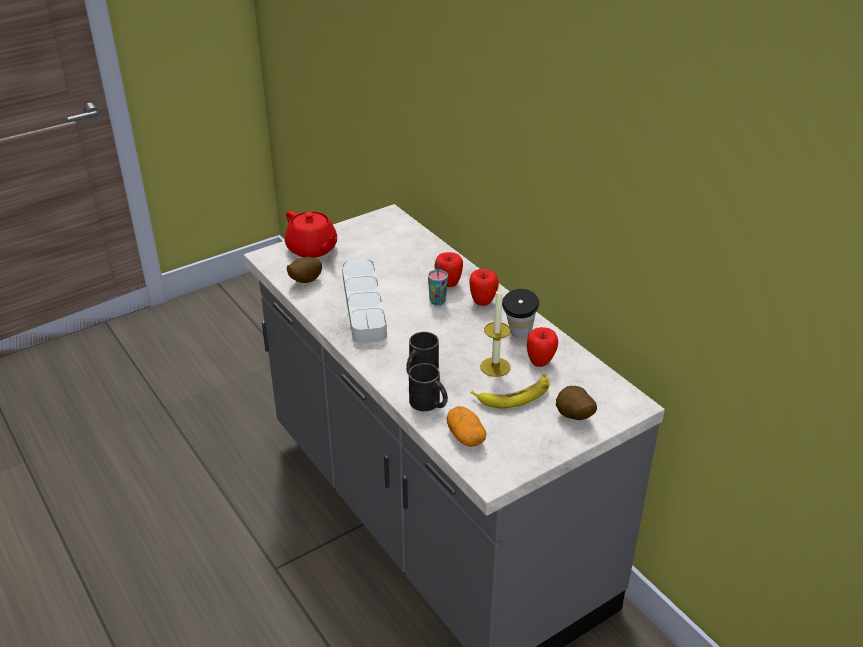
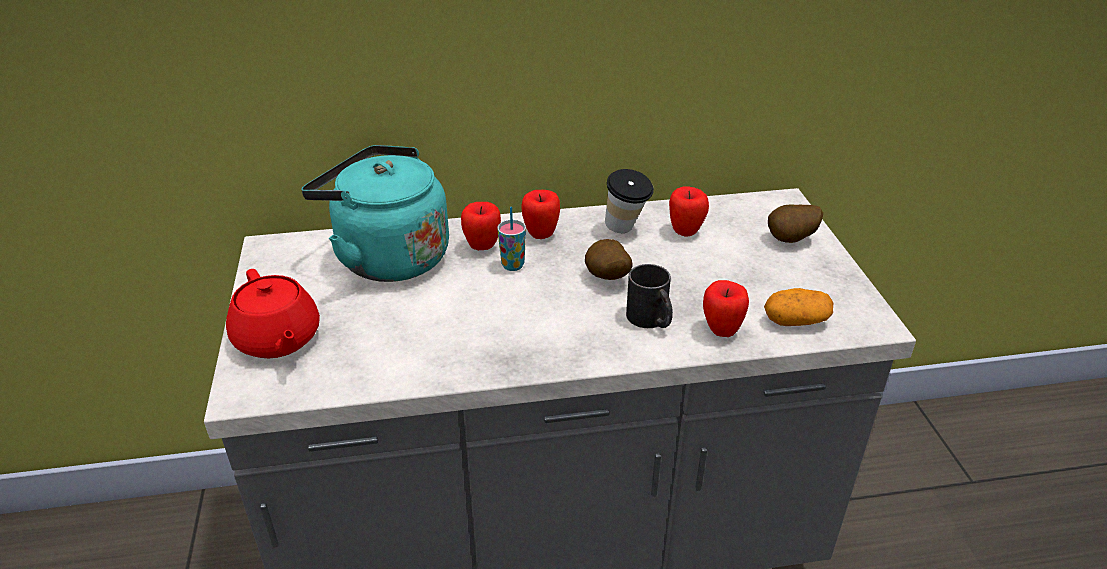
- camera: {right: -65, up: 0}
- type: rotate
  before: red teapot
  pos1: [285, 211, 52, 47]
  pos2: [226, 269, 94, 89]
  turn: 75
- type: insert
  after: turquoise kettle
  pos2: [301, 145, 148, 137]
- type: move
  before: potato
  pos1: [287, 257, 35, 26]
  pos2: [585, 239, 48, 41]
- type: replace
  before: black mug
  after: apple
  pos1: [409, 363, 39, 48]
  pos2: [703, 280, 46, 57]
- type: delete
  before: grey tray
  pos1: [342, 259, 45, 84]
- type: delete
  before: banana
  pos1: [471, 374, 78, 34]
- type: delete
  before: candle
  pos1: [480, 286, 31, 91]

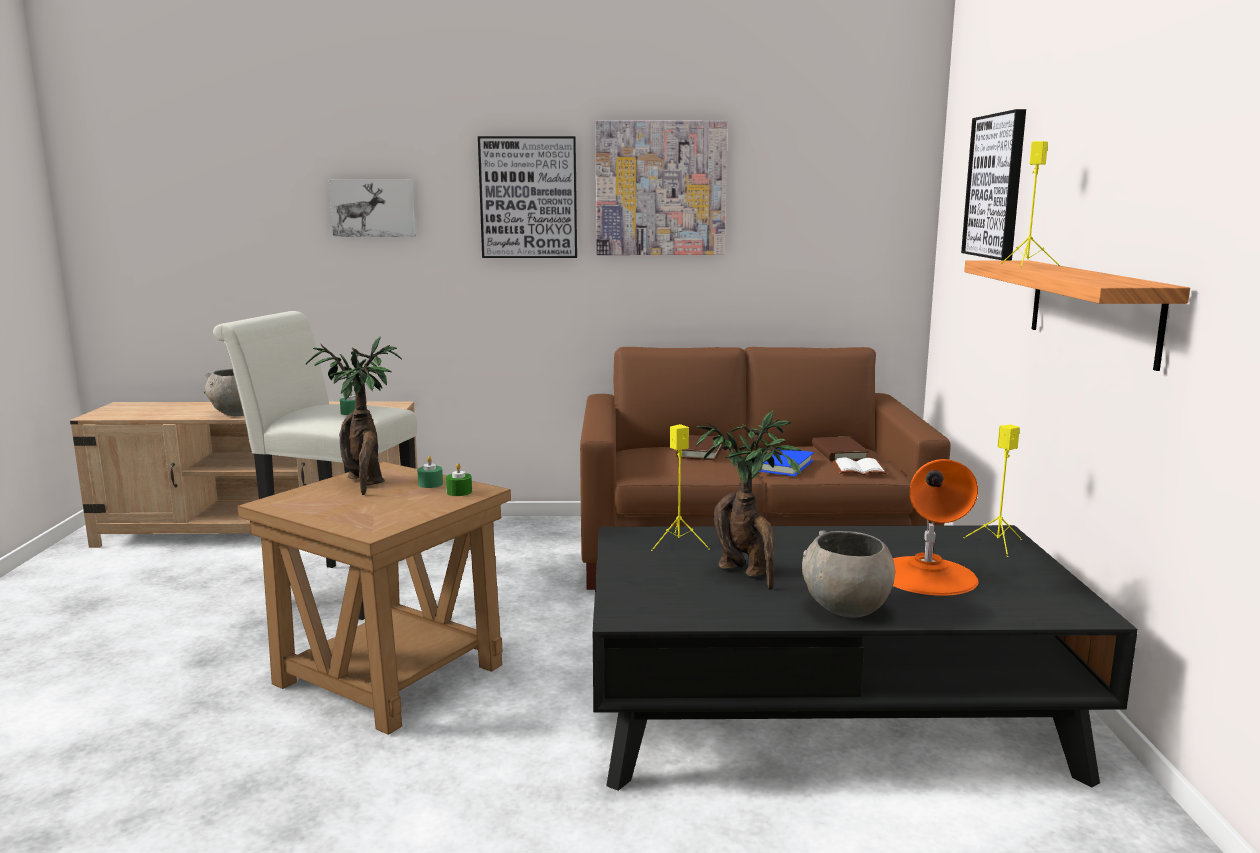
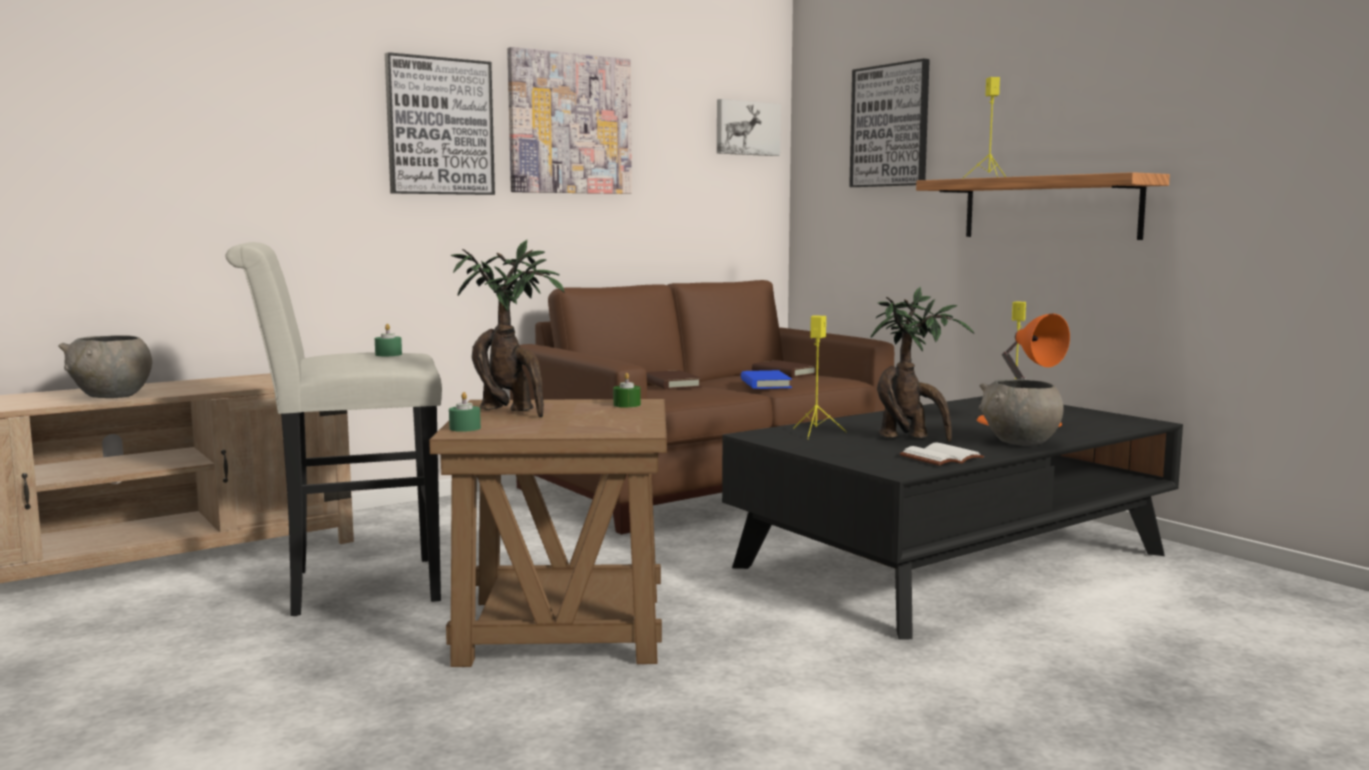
- camera: {right: -35, up: -5}
- type: move
  before: green candle
  pos1: [417, 456, 26, 32]
  pos2: [449, 392, 32, 40]
- type: move
  before: picture
  pos1: [329, 180, 87, 57]
  pos2: [717, 99, 64, 57]
- type: move
  before: white book
  pos1: [833, 457, 54, 18]
  pos2: [899, 442, 85, 24]

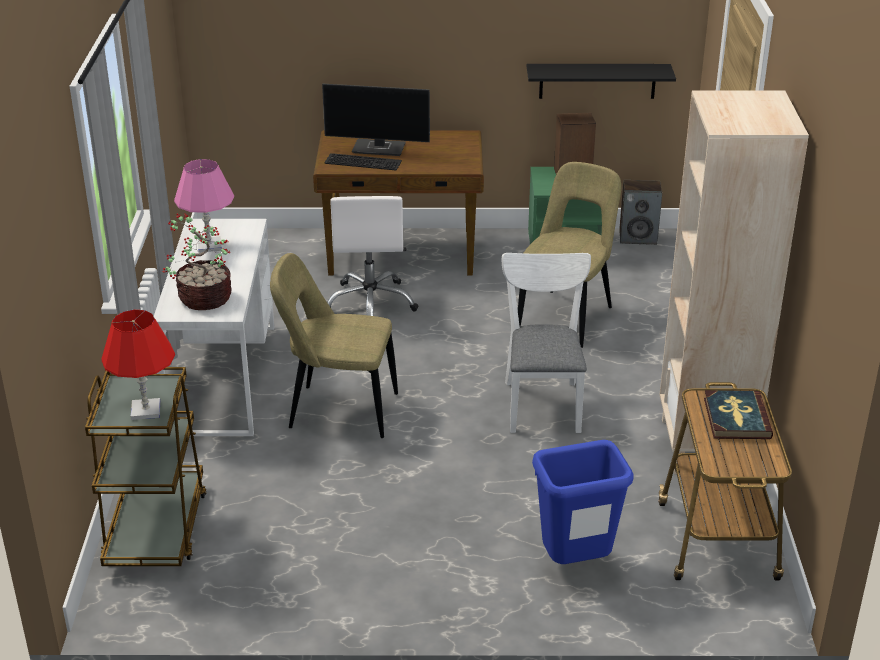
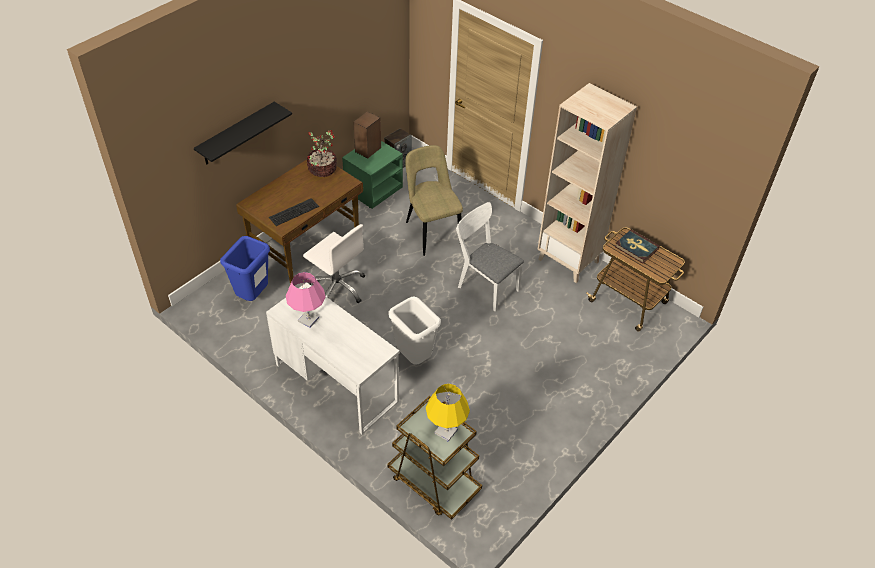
- camera: {right: -50, up: 15}
- type: move
  before: black shelf
  pos1: [527, 64, 149, 35]
  pos2: [194, 102, 98, 63]
- type: move
  before: blue trash can
  pos1: [532, 440, 102, 124]
  pos2: [220, 236, 50, 65]
- type: move
  before: potted plant
  pos1: [162, 213, 70, 97]
  pos2: [307, 130, 30, 47]
- type: replace
  before: beige chair
  after: white trash can
  pos1: [270, 253, 128, 185]
  pos2: [389, 297, 52, 68]
- type: recolor
  before: red table lamp
  after: yellow table lamp
  pos1: [101, 310, 74, 110]
  pos2: [426, 384, 44, 58]
- type: delete
  before: monitor
  pos1: [322, 84, 108, 72]

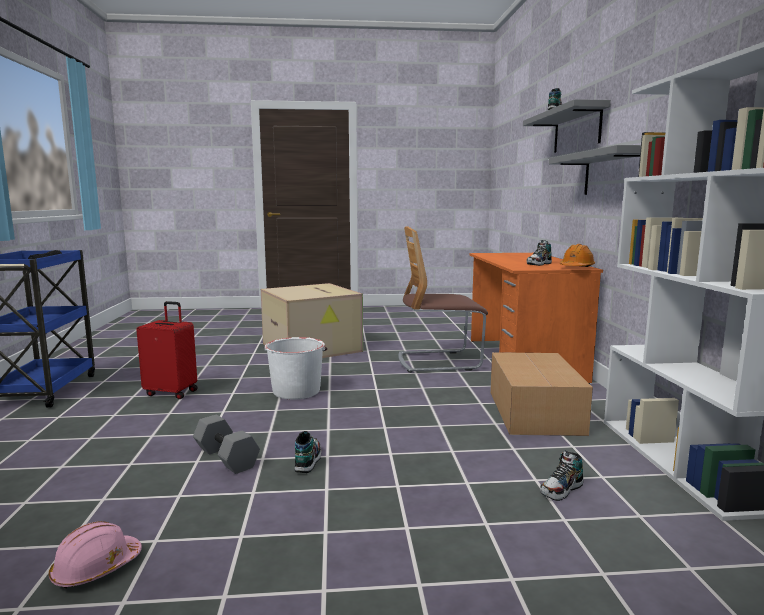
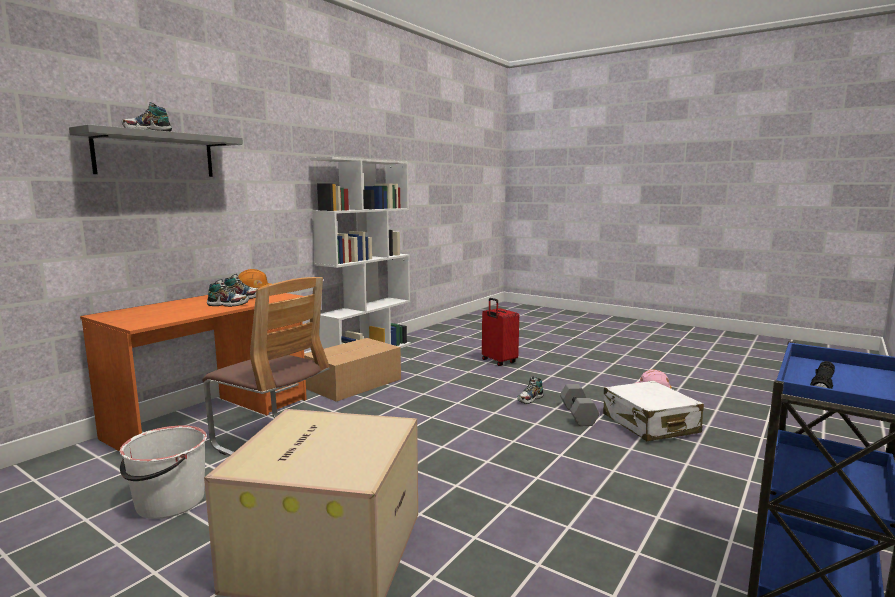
- camera: {right: -140, up: 0}
- type: move
  before: white bucket
  pos1: [264, 337, 63, 63]
  pos2: [120, 425, 87, 94]
- type: move
  before: shoe
  pos1: [540, 450, 43, 51]
  pos2: [207, 279, 42, 28]
- type: move
  before: red suitcase
  pos1: [136, 301, 62, 98]
  pos2: [482, 298, 37, 68]
- type: insert
  after: white suitcase
  pos2: [603, 381, 101, 60]
- type: delete
  before: grey shelf
  pos1: [549, 145, 92, 50]

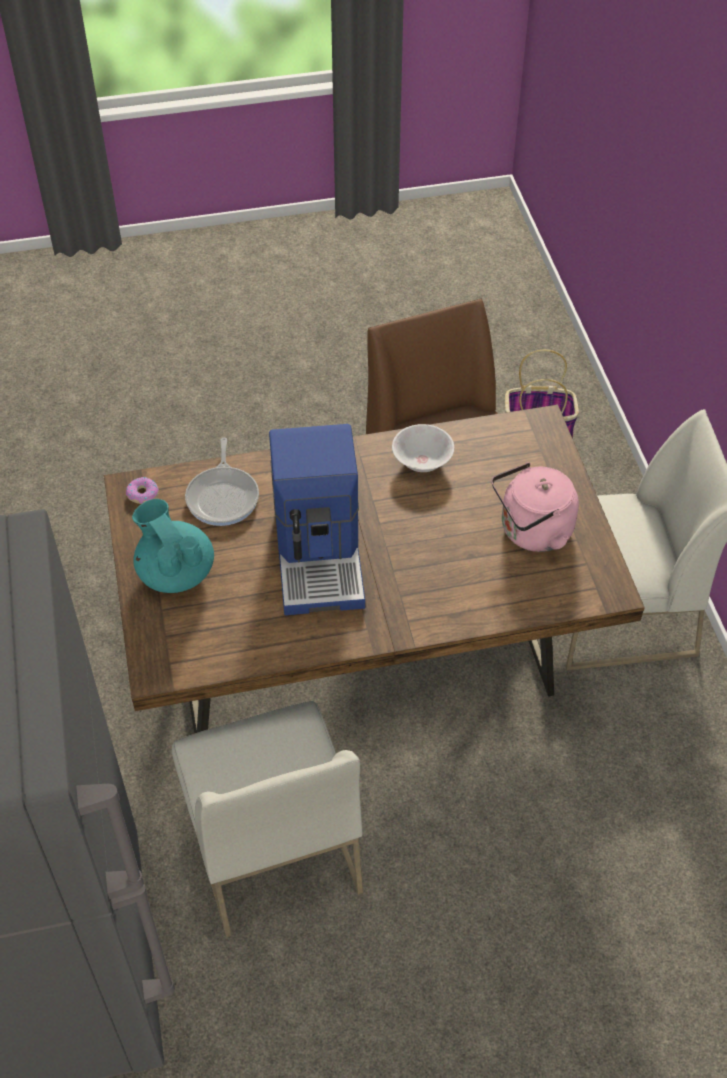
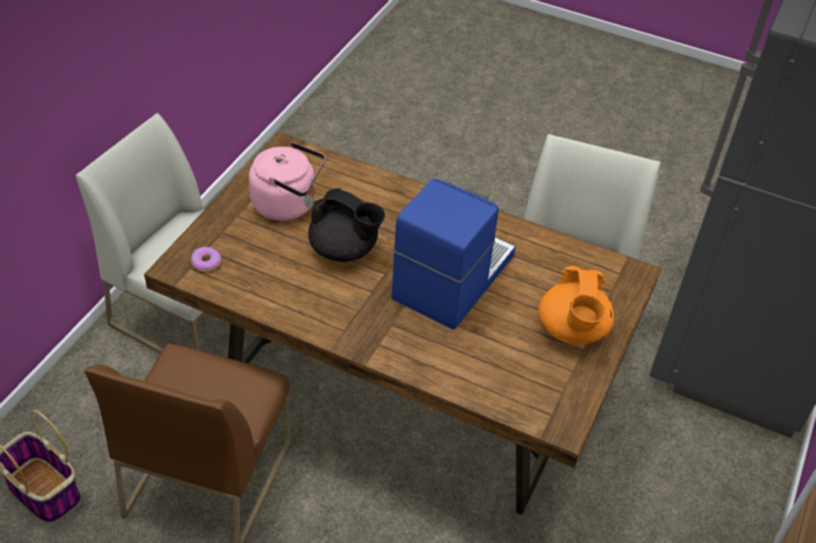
- camera: {right: -145, up: -5}
- type: move
  before: donut
  pos1: [126, 477, 33, 27]
  pos2: [191, 247, 30, 25]
- type: insert
  after: black teapot
  pos2: [308, 188, 77, 74]
- type: recolor
  before: turquoise teapot
  after: orange teapot
  pos1: [132, 499, 82, 94]
  pos2: [538, 266, 76, 79]
- type: delete
  before: frying pan
  pos1: [185, 438, 74, 88]
- type: delete
  before: white bowl
  pos1: [392, 424, 62, 48]

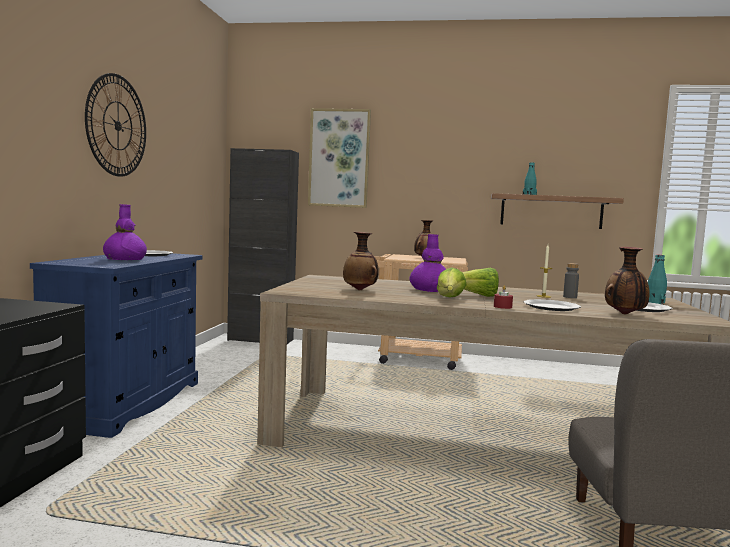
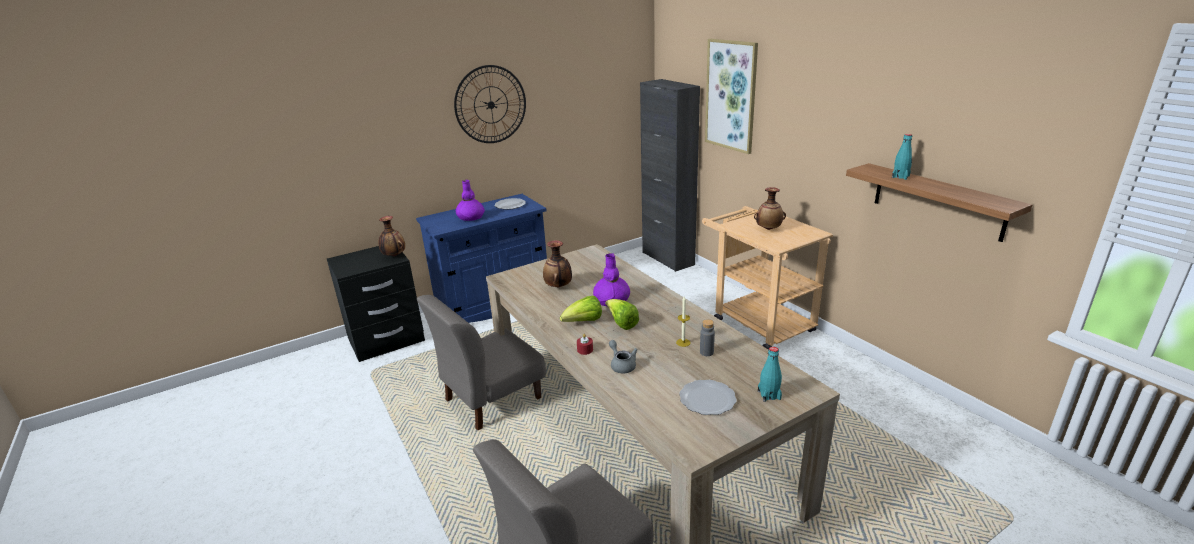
- camera: {right: 50, up: 20}
- type: move
  before: vase
  pos1: [605, 247, 45, 67]
  pos2: [379, 216, 26, 40]
- type: insert
  after: grey chair
  pos2: [417, 295, 129, 135]
- type: replace
  before: plate
  after: grey teapot
  pos1: [523, 299, 58, 12]
  pos2: [609, 340, 29, 33]

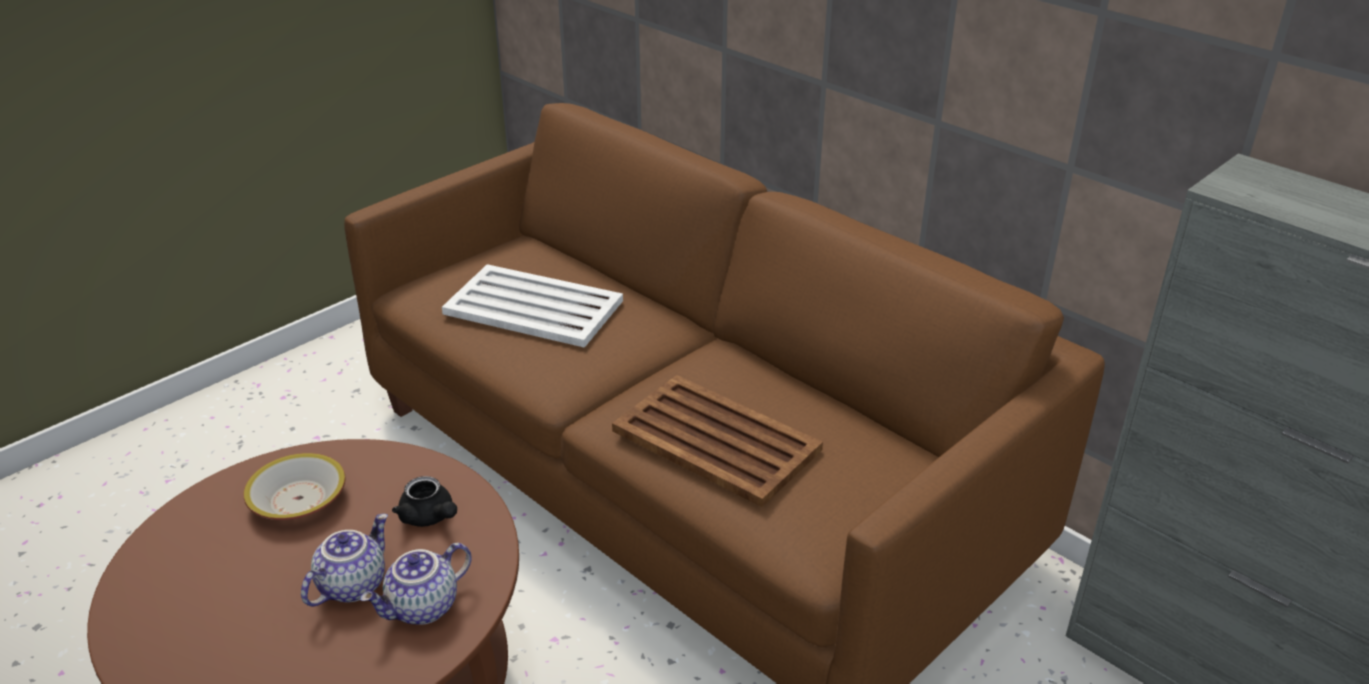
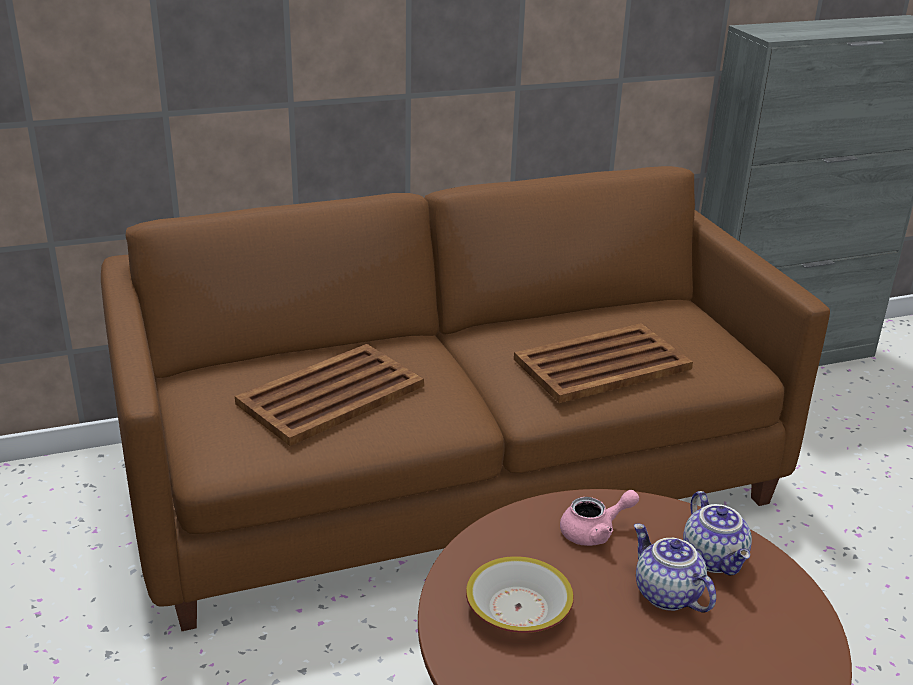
- camera: {right: -65, up: -5}
- type: recolor
  before: white tray
  after: brown tray
  pos1: [442, 264, 181, 84]
  pos2: [235, 344, 189, 102]
- type: recolor
  before: black teapot
  after: pink teapot
  pos1: [392, 476, 65, 51]
  pos2: [560, 490, 79, 56]

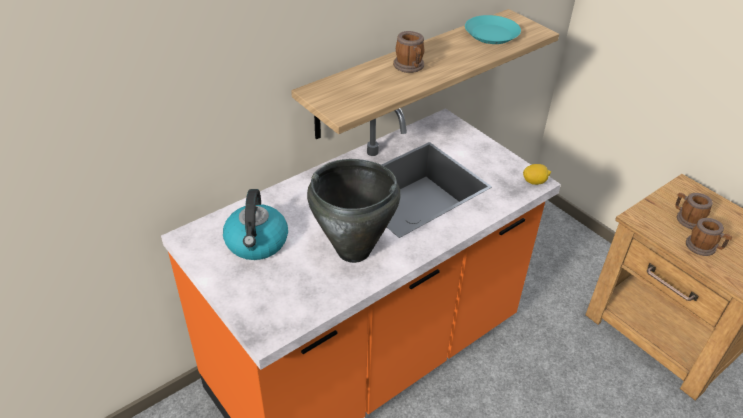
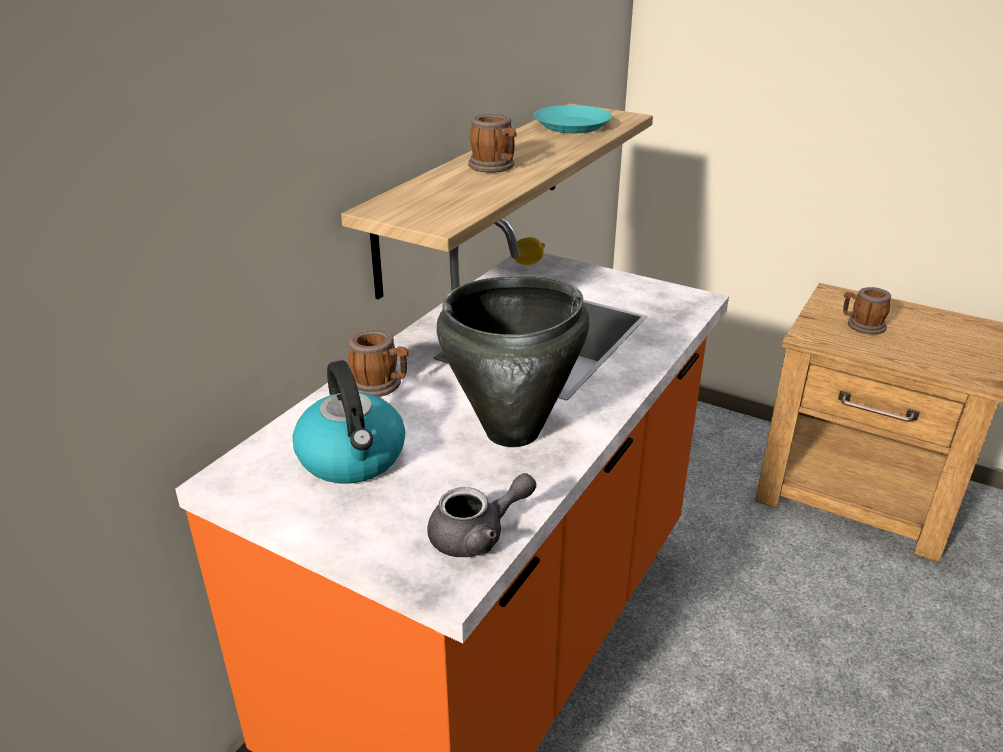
- camera: {right: -20, up: -10}
- type: move
  before: mug
  pos1: [686, 218, 46, 38]
  pos2: [348, 329, 61, 68]
- type: insert
  after: grey teapot
  pos2: [427, 473, 109, 84]
- type: move
  before: lemon
  pos1: [523, 164, 28, 21]
  pos2: [514, 237, 31, 28]

